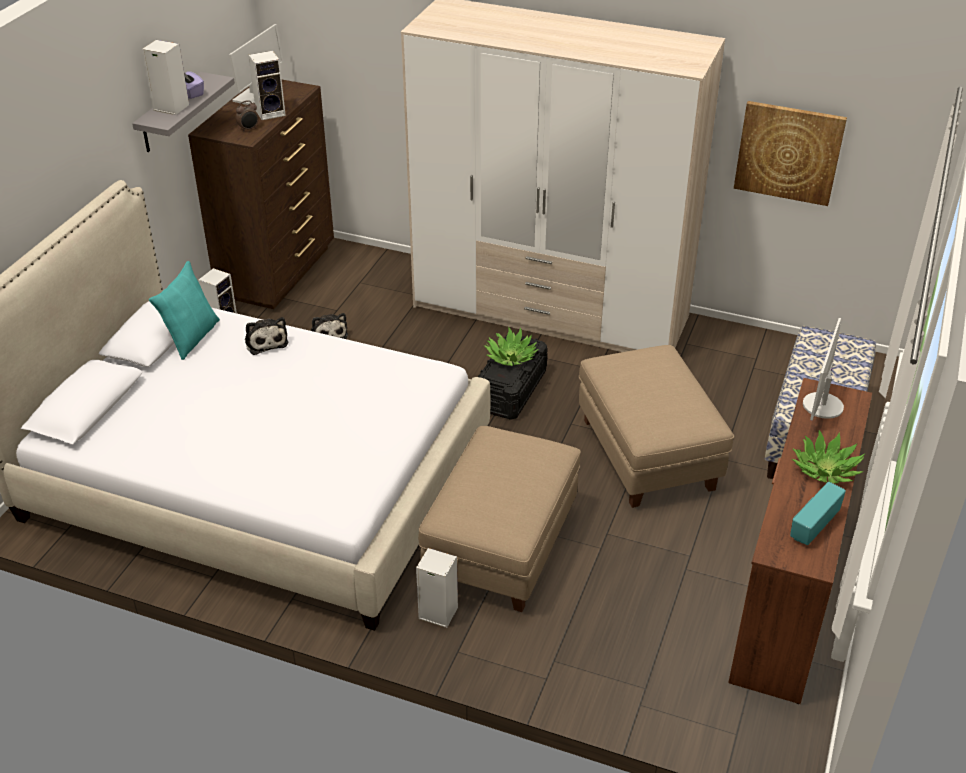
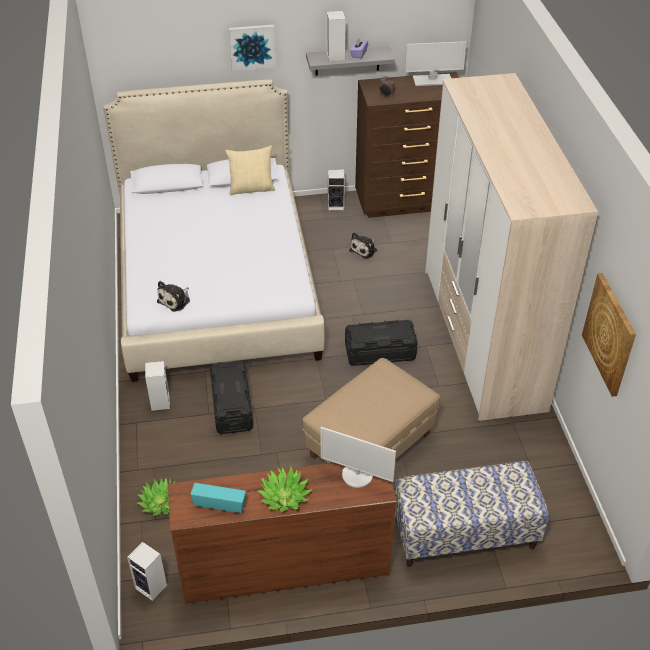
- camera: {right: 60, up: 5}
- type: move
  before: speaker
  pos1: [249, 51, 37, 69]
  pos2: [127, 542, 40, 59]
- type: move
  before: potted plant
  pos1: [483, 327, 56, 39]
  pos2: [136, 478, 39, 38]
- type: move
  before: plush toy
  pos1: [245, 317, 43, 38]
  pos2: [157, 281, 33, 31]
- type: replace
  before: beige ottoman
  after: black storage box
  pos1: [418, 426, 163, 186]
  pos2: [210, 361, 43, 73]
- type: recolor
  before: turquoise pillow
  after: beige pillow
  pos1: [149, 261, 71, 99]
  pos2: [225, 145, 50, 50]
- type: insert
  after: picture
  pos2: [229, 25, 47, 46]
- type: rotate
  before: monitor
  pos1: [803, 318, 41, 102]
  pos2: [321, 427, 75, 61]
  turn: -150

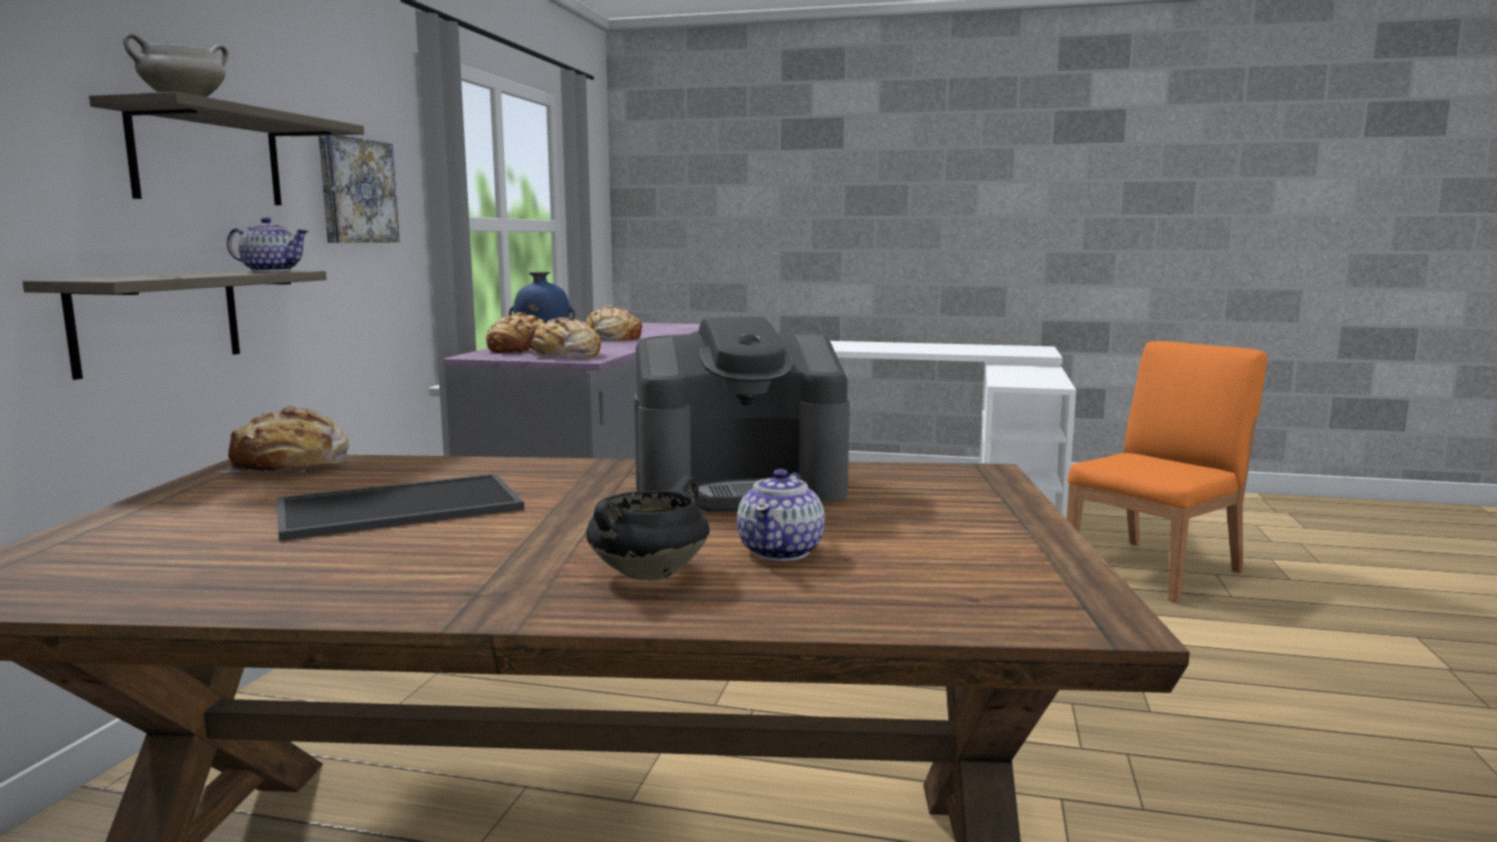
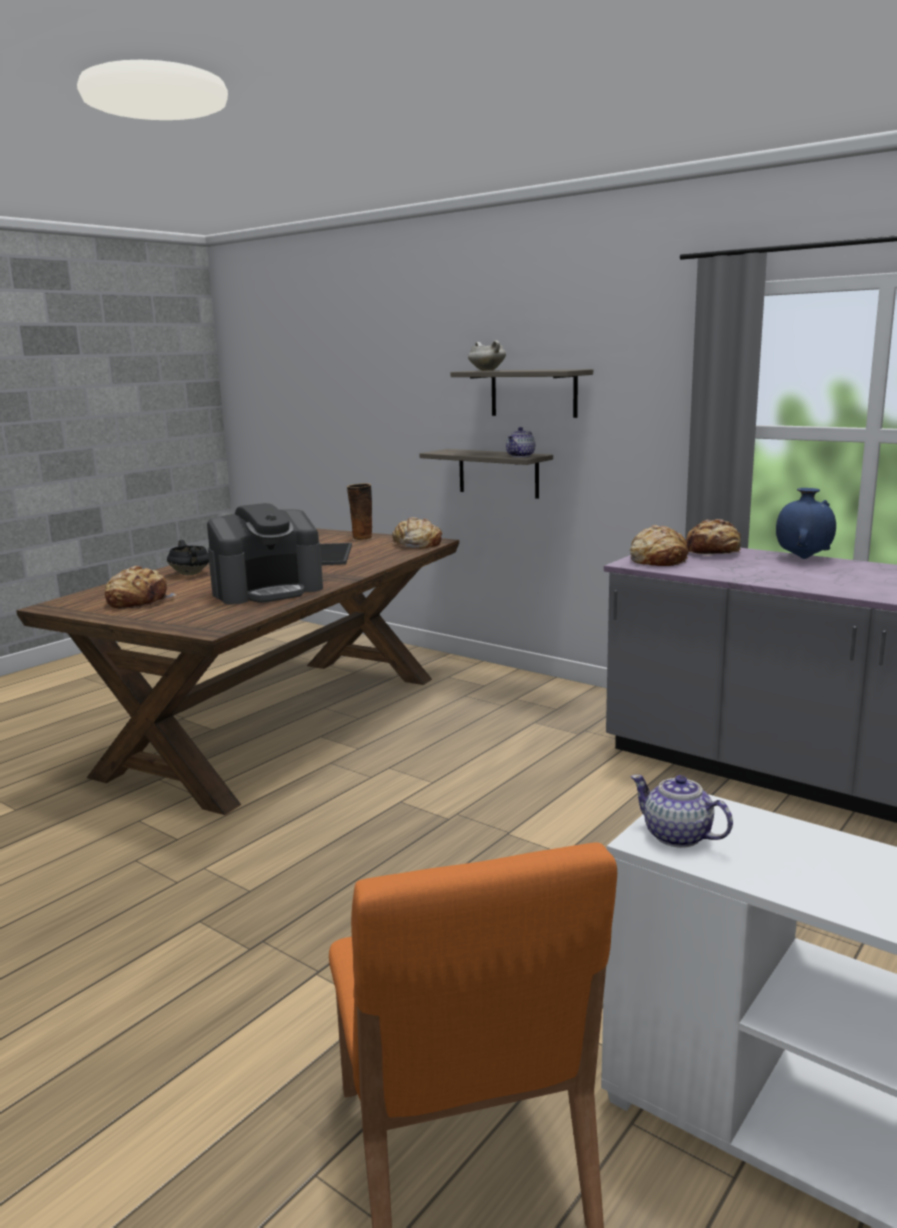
- camera: {right: 115, up: 5}
- type: move
  before: bread
  pos1: [584, 305, 59, 36]
  pos2: [105, 566, 71, 43]
- type: rotate
  before: coffee machine
  pos1: [634, 317, 216, 195]
  pos2: [207, 503, 116, 101]
  turn: -135
- type: insert
  after: vase
  pos2: [347, 483, 26, 57]
- type: move
  before: teapot
  pos1: [737, 469, 88, 92]
  pos2: [630, 775, 103, 73]
- type: delete
  before: picture
  pos1: [319, 135, 81, 108]

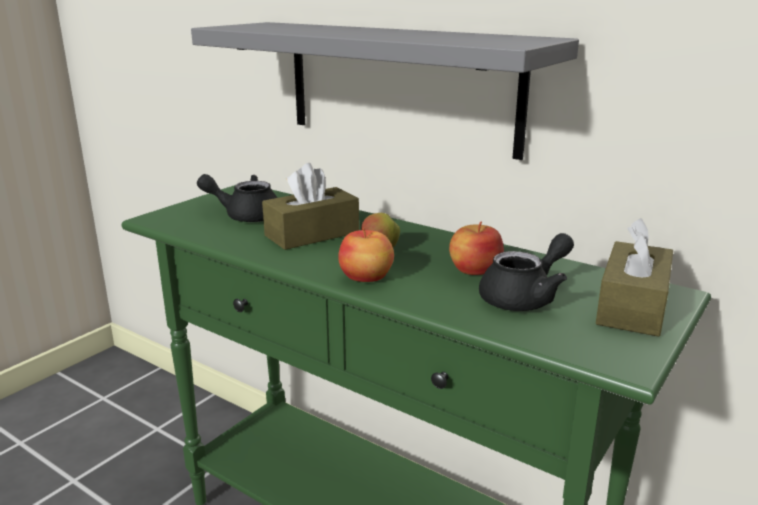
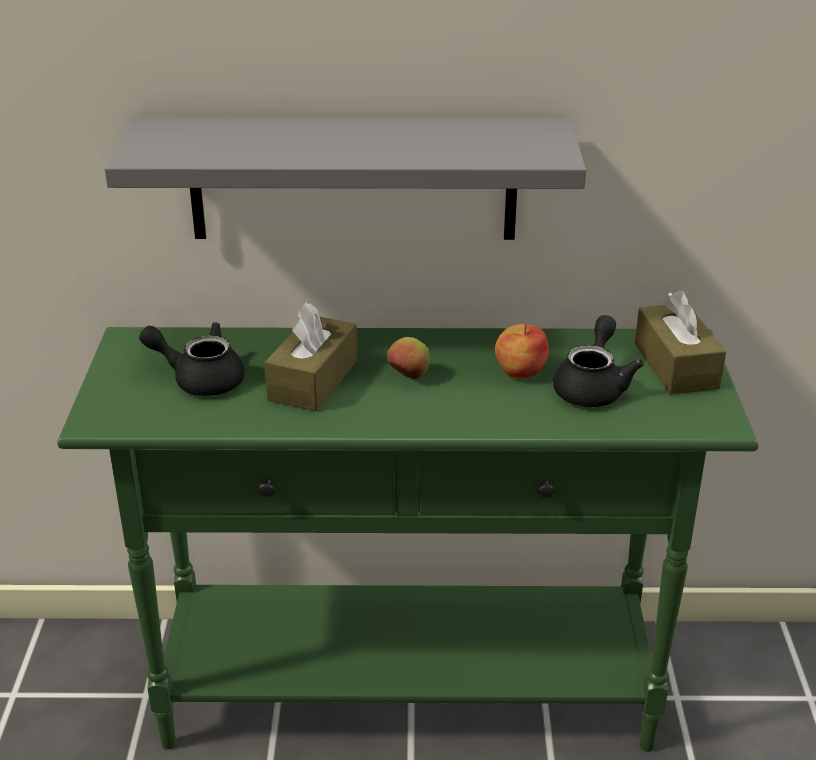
- camera: {right: -35, up: 10}
- type: rotate
  before: black teapot
  pos1: [197, 174, 80, 48]
  pos2: [139, 322, 106, 74]
  turn: 45
- type: delete
  before: apple
  pos1: [338, 228, 56, 54]

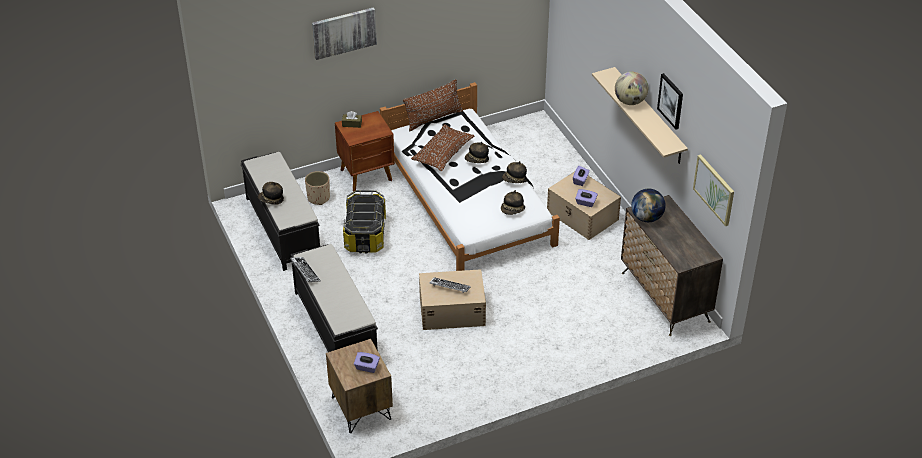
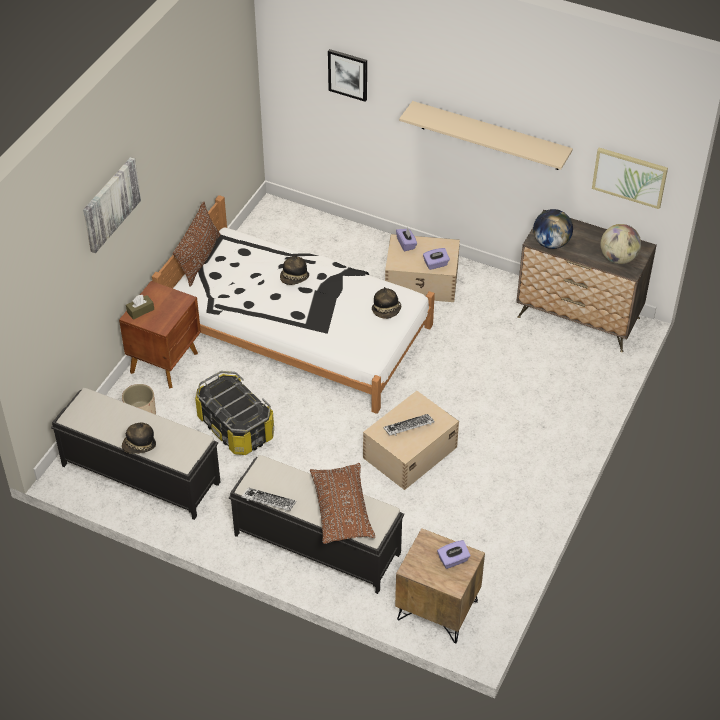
- camera: {right: -40, up: 5}
- type: move
  before: brown pillow
  pos1: [411, 124, 63, 47]
  pos2: [310, 463, 65, 81]
- type: move
  before: picture
  pos1: [657, 73, 26, 56]
  pos2: [328, 49, 39, 53]
- type: move
  before: globe
  pos1: [615, 72, 33, 33]
  pos2: [600, 224, 41, 40]
- type: delete
  before: hat
  pos1: [502, 161, 25, 22]

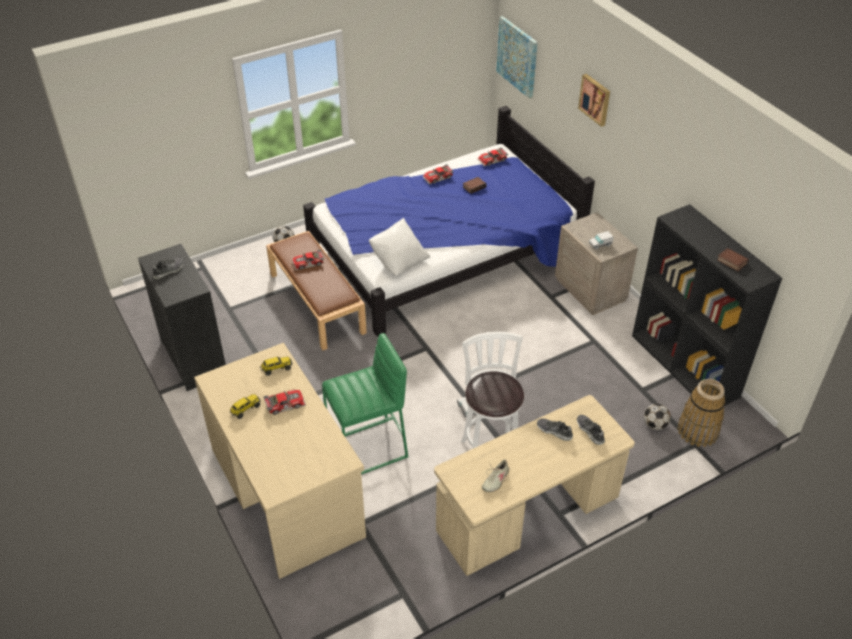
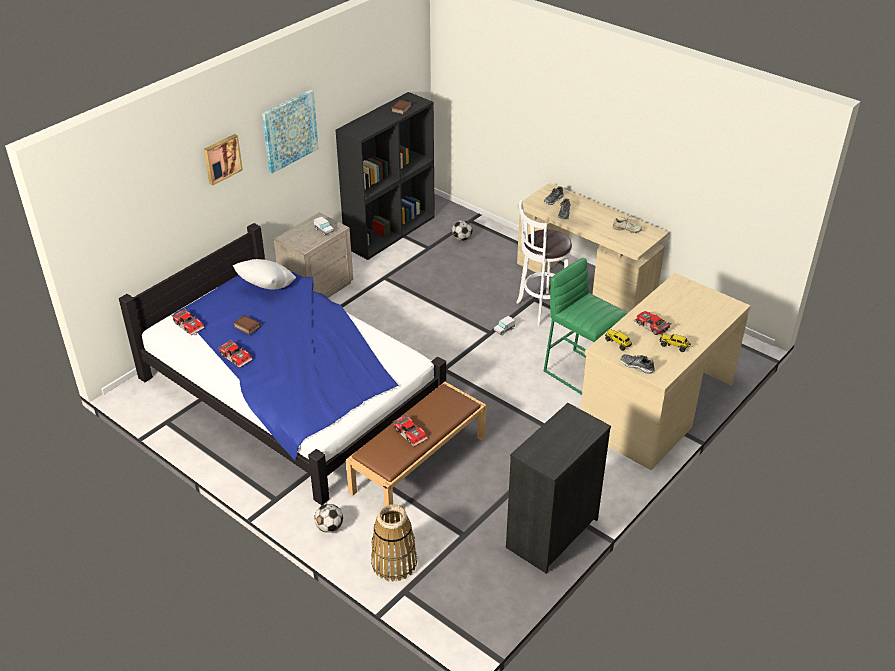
- camera: {right: -110, up: -5}
- type: move
  before: white pillow
  pos1: [369, 218, 61, 58]
  pos2: [232, 259, 64, 30]
- type: move
  before: picture
  pos1: [496, 16, 42, 83]
  pos2: [262, 90, 57, 84]
- type: move
  before: basket
  pos1: [677, 379, 48, 68]
  pos2: [371, 504, 46, 77]
- type: move
  before: shoe
  pos1: [152, 258, 31, 21]
  pos2: [621, 354, 34, 20]

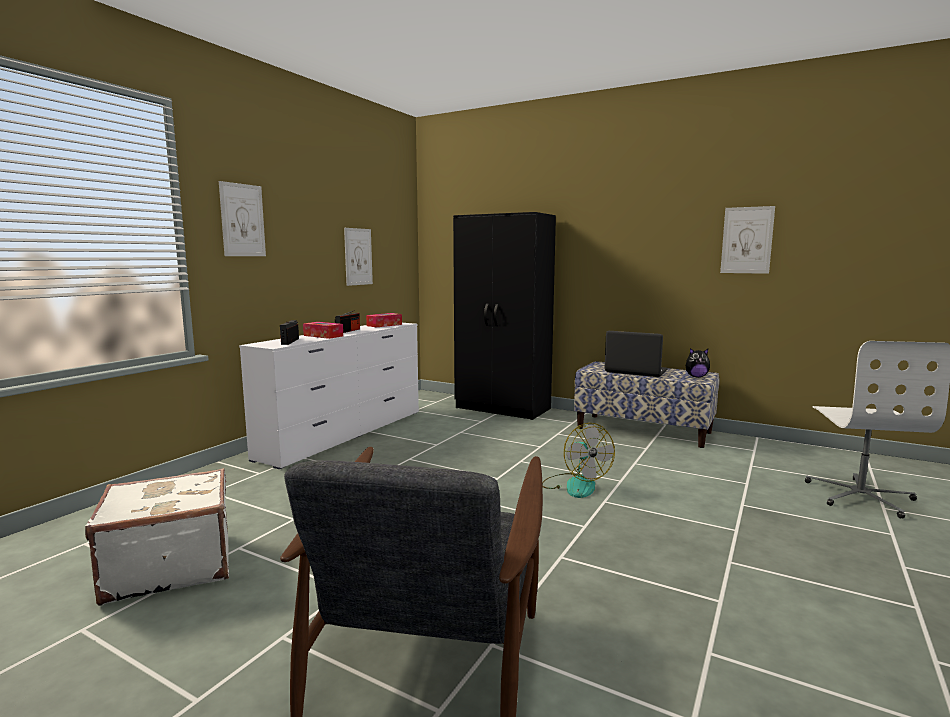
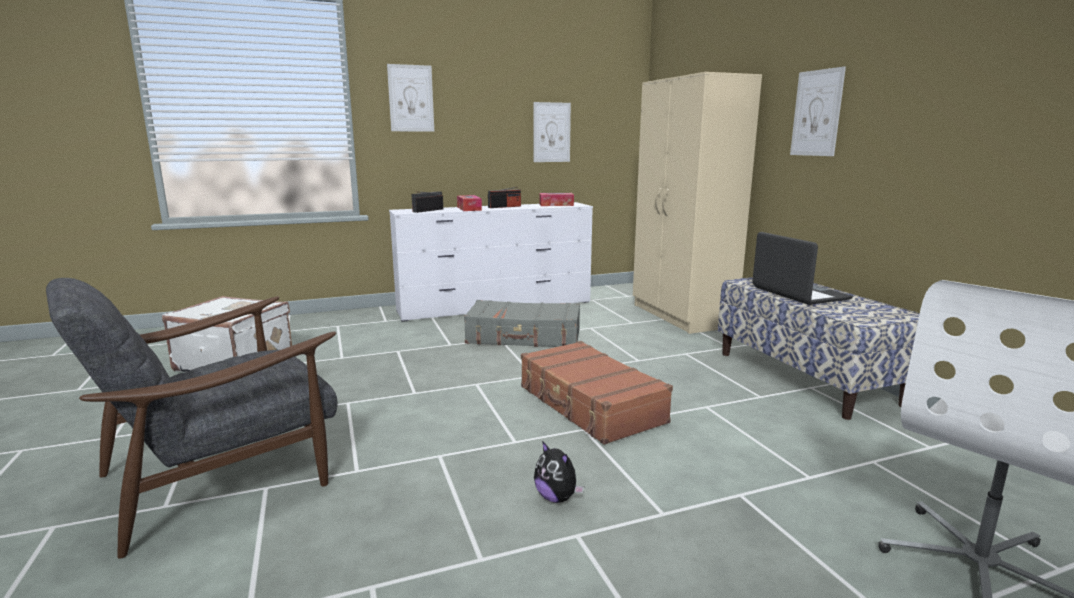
- camera: {right: 40, up: 5}
- type: insert
  after: grey suitcase
  pos2: [464, 300, 116, 47]
- type: replace
  before: fan
  after: brown suitcase
  pos1: [542, 423, 73, 75]
  pos2: [521, 341, 152, 104]
- type: move
  before: plush toy
  pos1: [686, 348, 24, 29]
  pos2: [534, 441, 50, 62]
- type: recolor
  before: black wardrobe
  after: beige wardrobe
  pos1: [453, 212, 103, 208]
  pos2: [633, 72, 129, 262]
- type: move
  before: picture
  pos1: [720, 206, 55, 68]
  pos2: [790, 66, 56, 90]

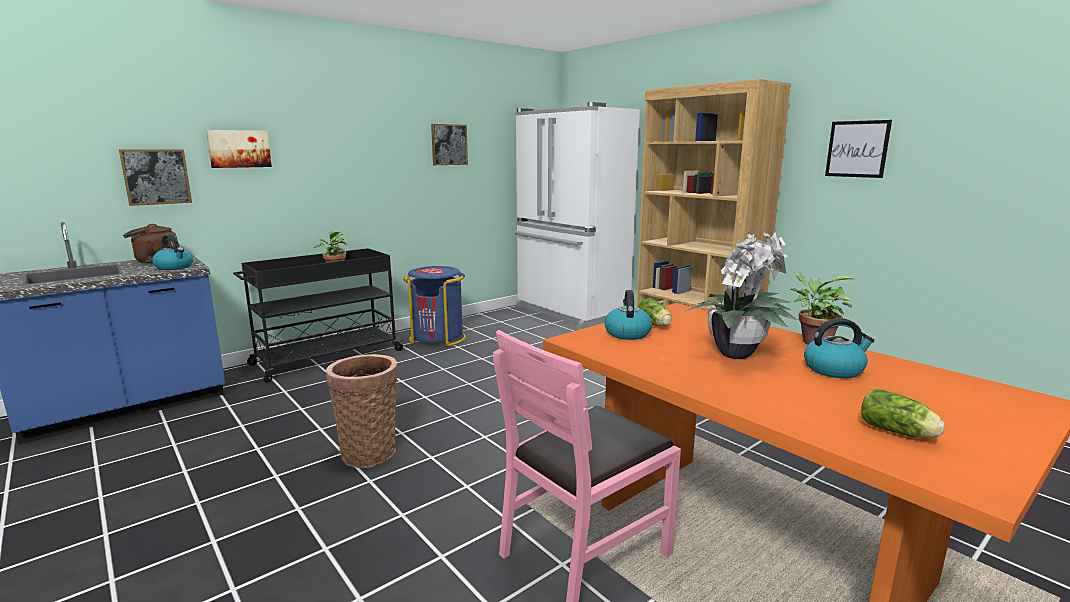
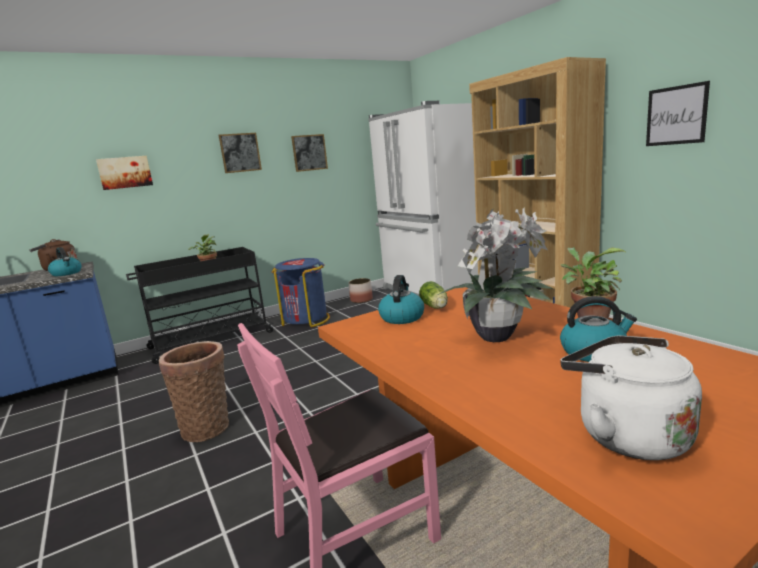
- camera: {right: 10, up: 0}
- type: move
  before: picture
  pos1: [119, 149, 73, 57]
  pos2: [219, 133, 43, 40]
- type: insert
  after: planter
  pos2: [348, 278, 25, 25]
- type: replace
  before: lettuce
  after: white kettle
  pos1: [861, 388, 84, 50]
  pos2: [560, 335, 142, 125]

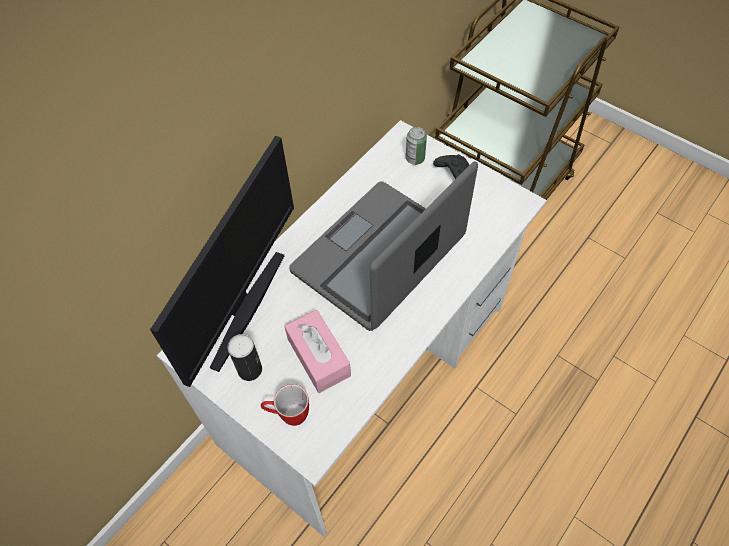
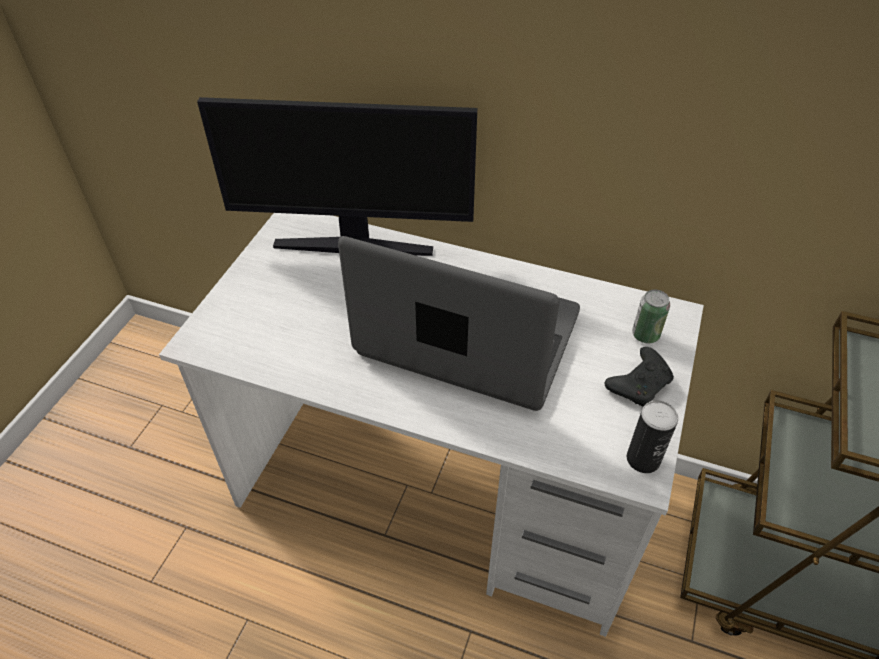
- camera: {right: 70, up: -10}
- type: move
  before: can
  pos1: [227, 334, 35, 47]
  pos2: [627, 401, 51, 72]
- type: delete
  before: mug
  pos1: [261, 384, 48, 42]
- type: delete
  before: pink tissue box
  pos1: [284, 310, 67, 83]

